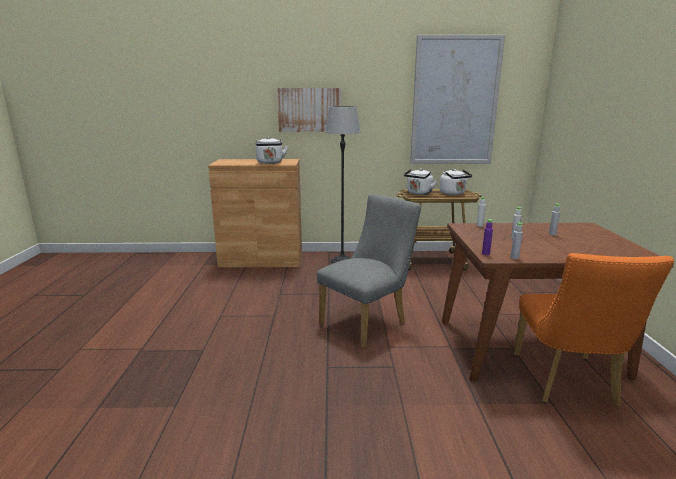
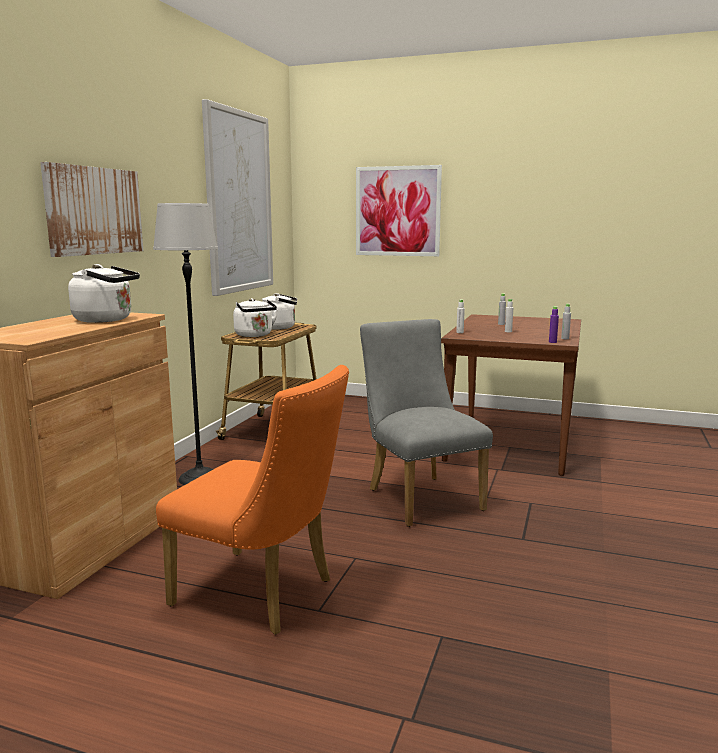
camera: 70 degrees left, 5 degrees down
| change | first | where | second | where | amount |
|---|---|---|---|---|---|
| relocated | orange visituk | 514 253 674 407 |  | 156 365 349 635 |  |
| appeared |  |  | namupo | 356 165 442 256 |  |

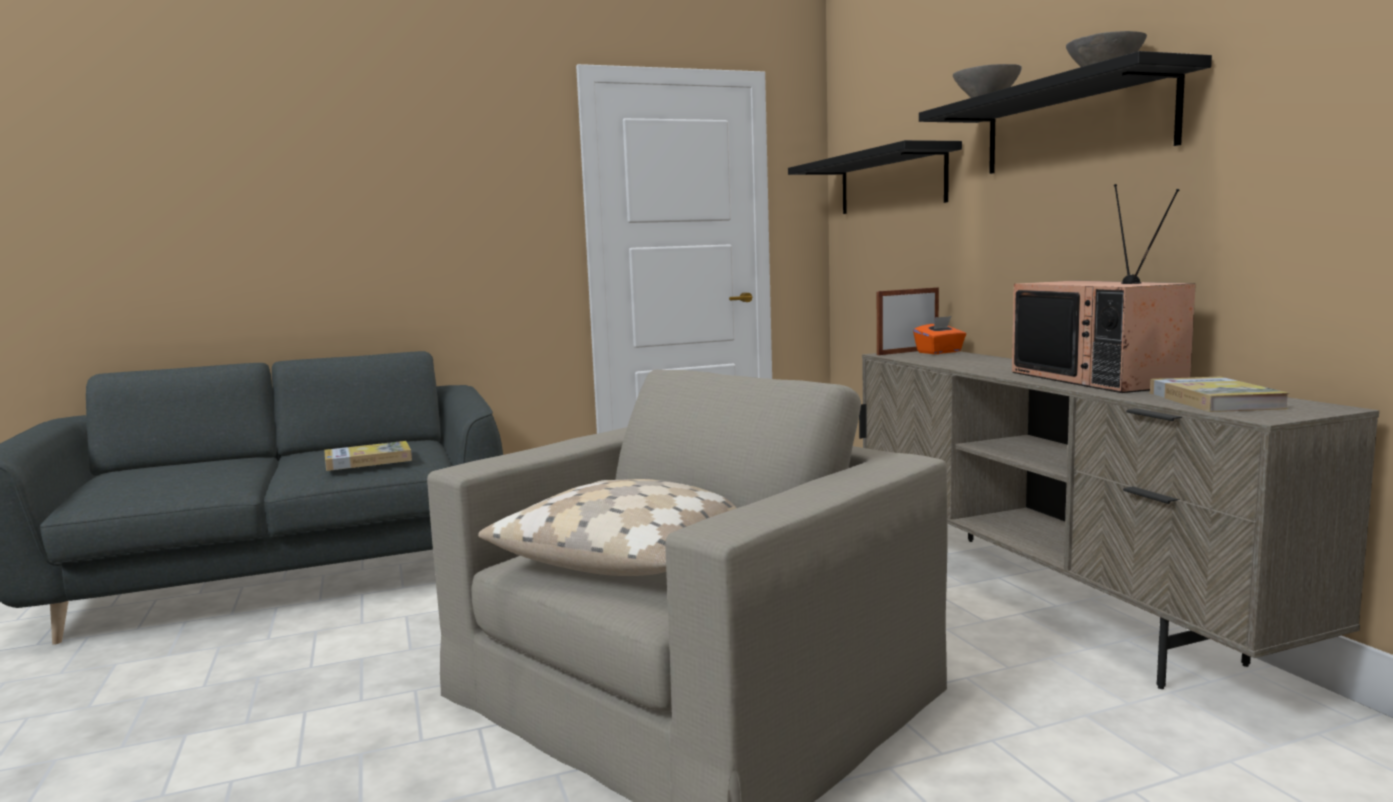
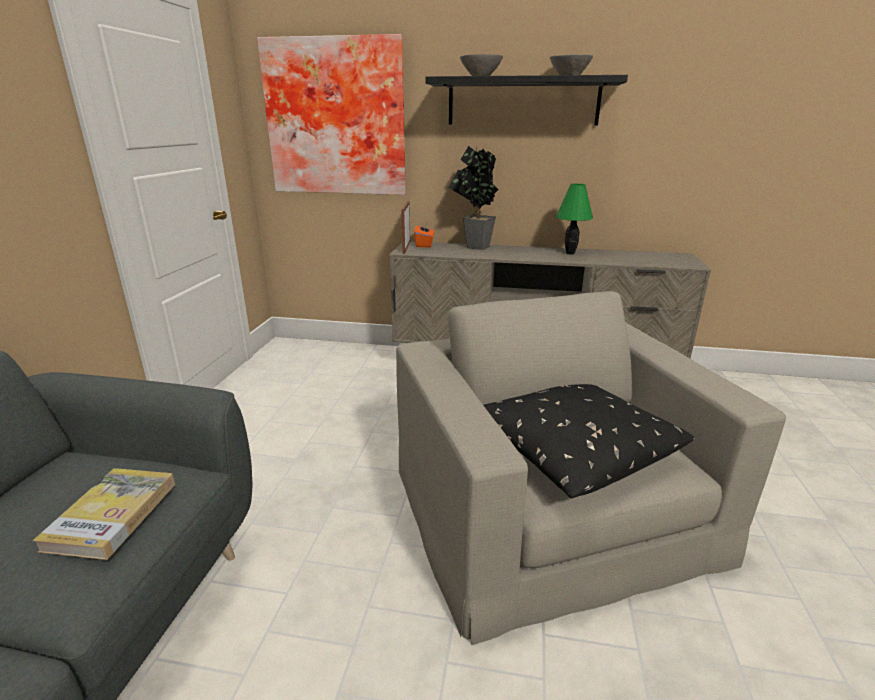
camera: 60 degrees left, 15 degrees up
| change | first | where | second | where | amount |
|---|---|---|---|---|---|
| exchanged | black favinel | 788 140 962 214 | namupo | 257 34 406 195 |  |
| appeared |  |  | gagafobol | 449 146 499 250 |  |
| colour | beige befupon | 478 479 736 576 | black befupon | 484 384 694 498 |  |
| exchanged | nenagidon | 1012 184 1196 393 | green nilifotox | 556 184 593 255 |  |
| missing | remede | 1150 377 1289 412 |  |  |  |

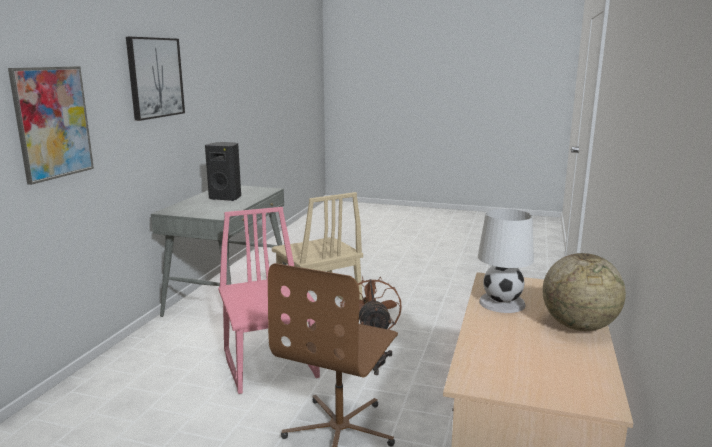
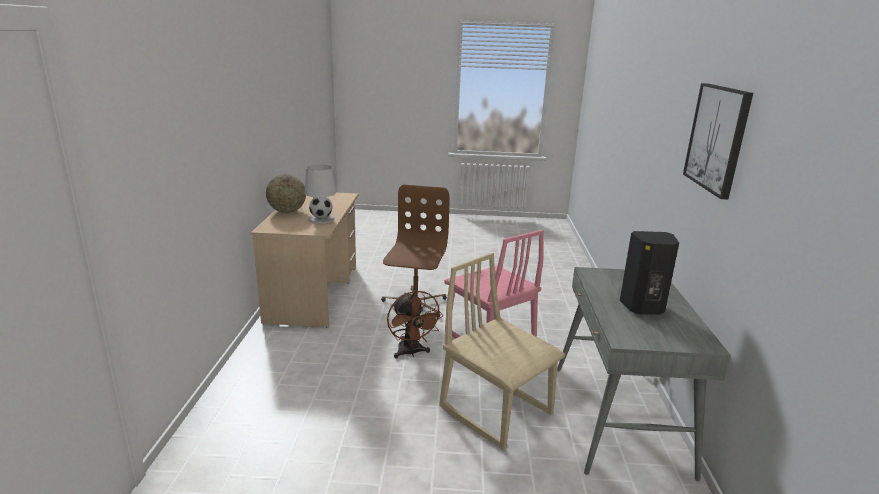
camera: 165 degrees right, 5 degrees up
| change | first | where | second | where | amount |
|---|---|---|---|---|---|
| missing | namupo | 8 66 94 185 |  |  |  |

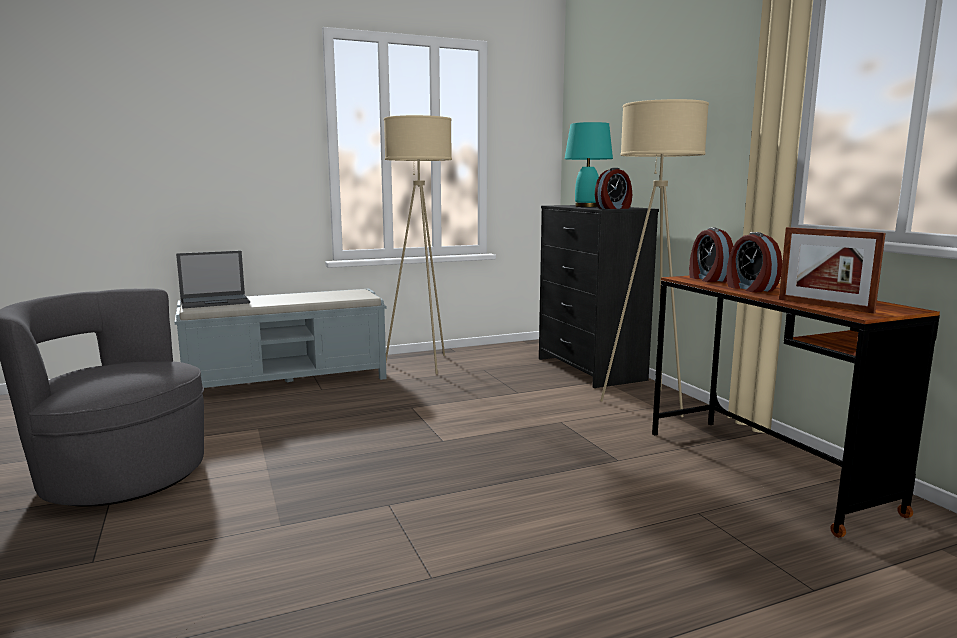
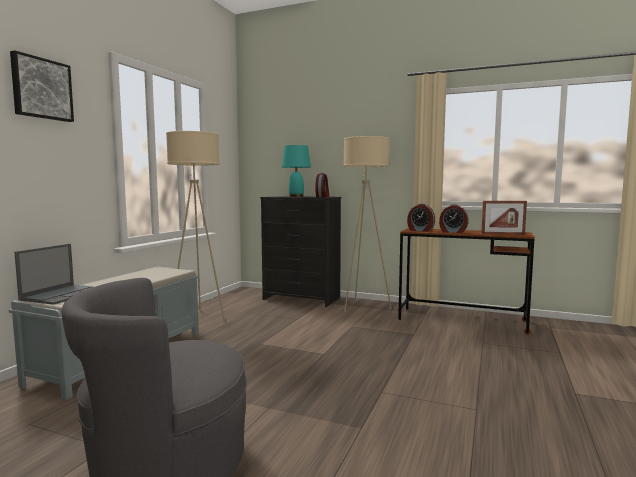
camera: 45 degrees left, 5 degrees down
| change | first | where | second | where | amount |
|---|---|---|---|---|---|
| appeared |  |  | namupo | 10 50 74 122 |  |

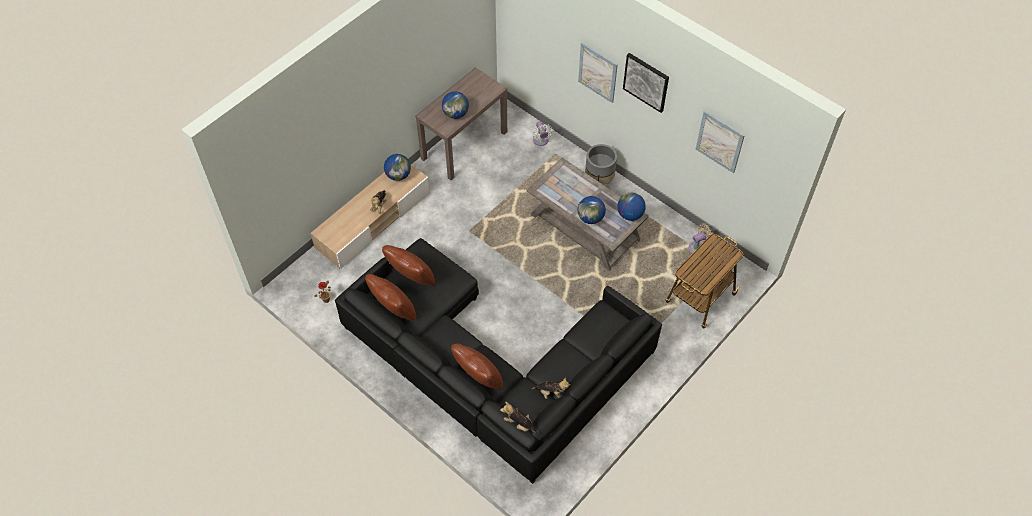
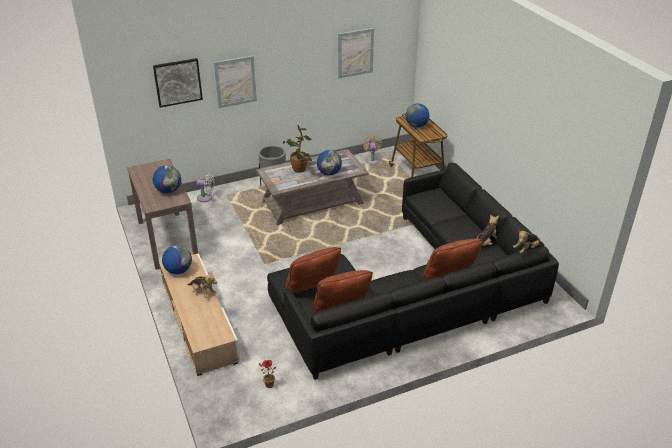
camera: 65 degrees left, 20 degrees down
| change | first | where | second | where | amount |
|---|---|---|---|---|---|
| relocated | namupo | 623 53 669 113 |  | 153 58 203 108 |  |
| appeared |  |  | gagafobol | 283 125 312 173 |  |
| relocated | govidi | 617 193 646 221 |  | 405 103 429 128 |  |

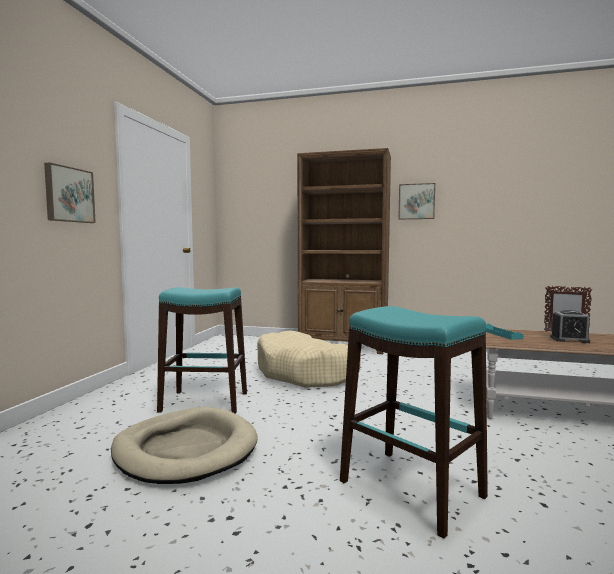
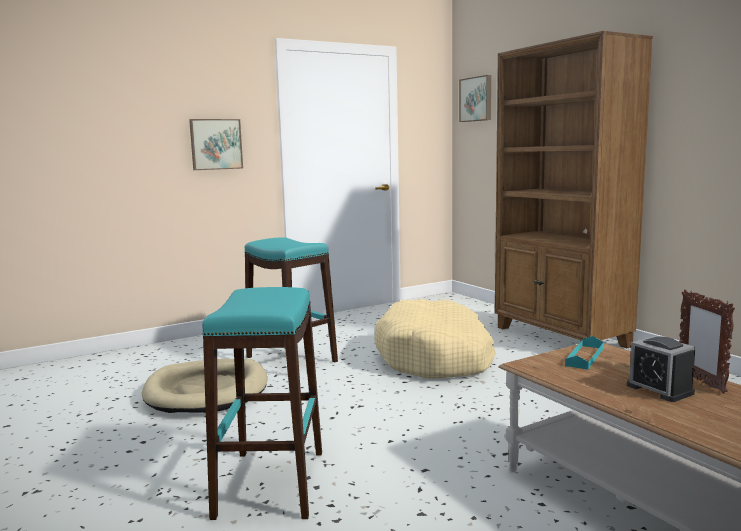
camera: 45 degrees right, 5 degrees up
| change | first | where | second | where | amount |
|---|---|---|---|---|---|
| relocated | namupo | 398 183 435 219 |  | 459 75 491 122 |  |

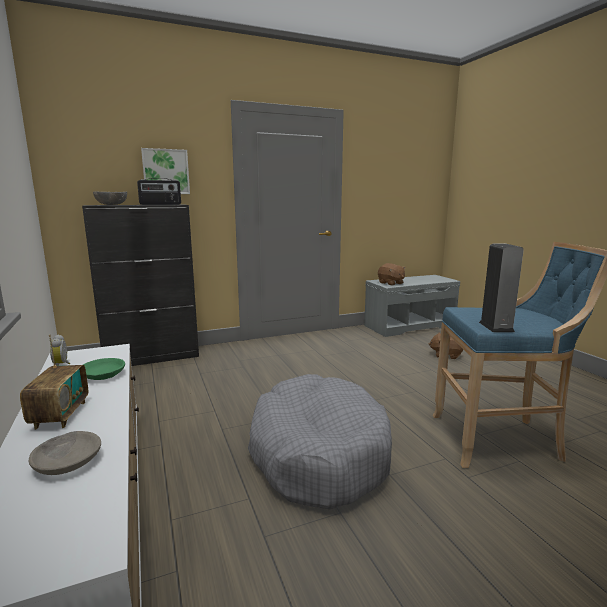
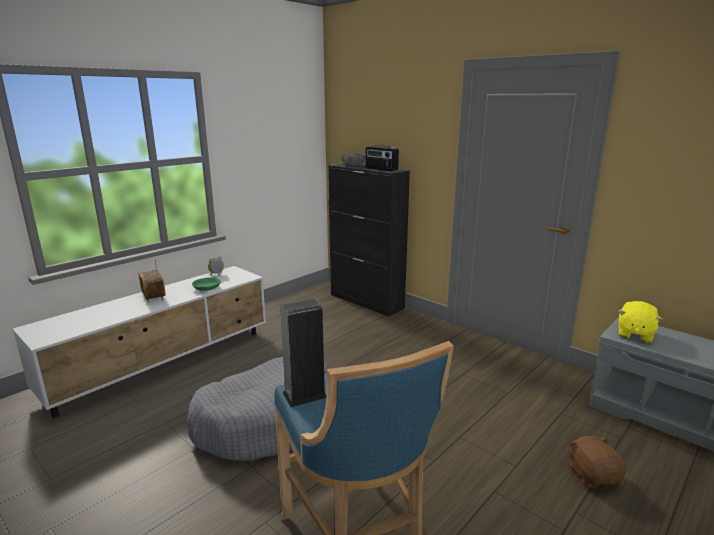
camera: 65 degrees right, 5 degrees up
| change | first | where | second | where | amount |
|---|---|---|---|---|---|
| spun | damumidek | 20 335 88 430 |  | 138 259 166 303 | 90 degrees clockwise |
| colour | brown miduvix | 378 263 406 286 | yellow miduvix | 618 301 663 343 |  |
| missing | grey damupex | 29 431 101 475 |  |  |  |
| missing | namupo | 141 148 190 194 |  |  |  |

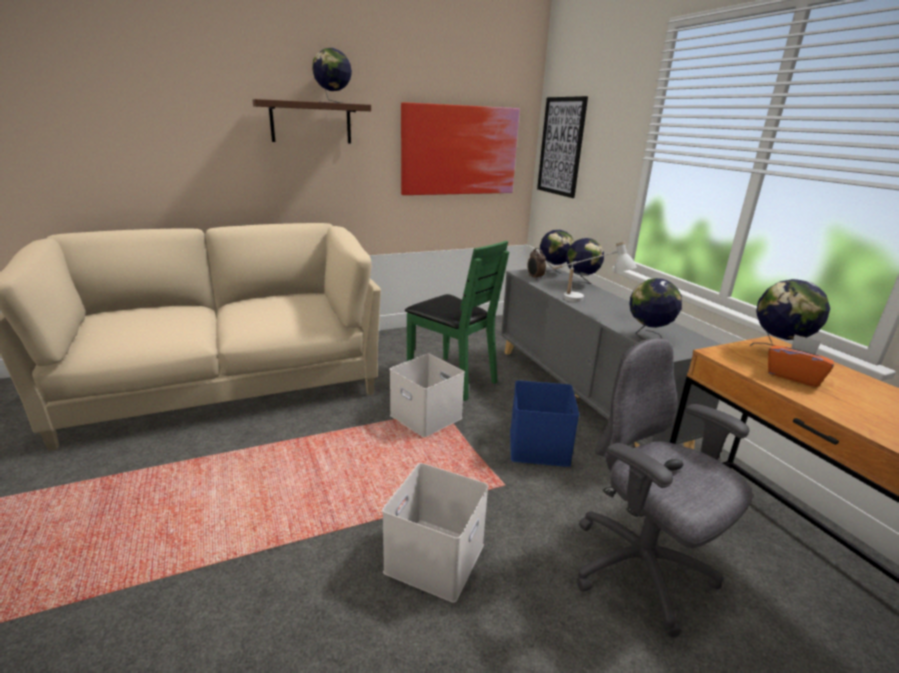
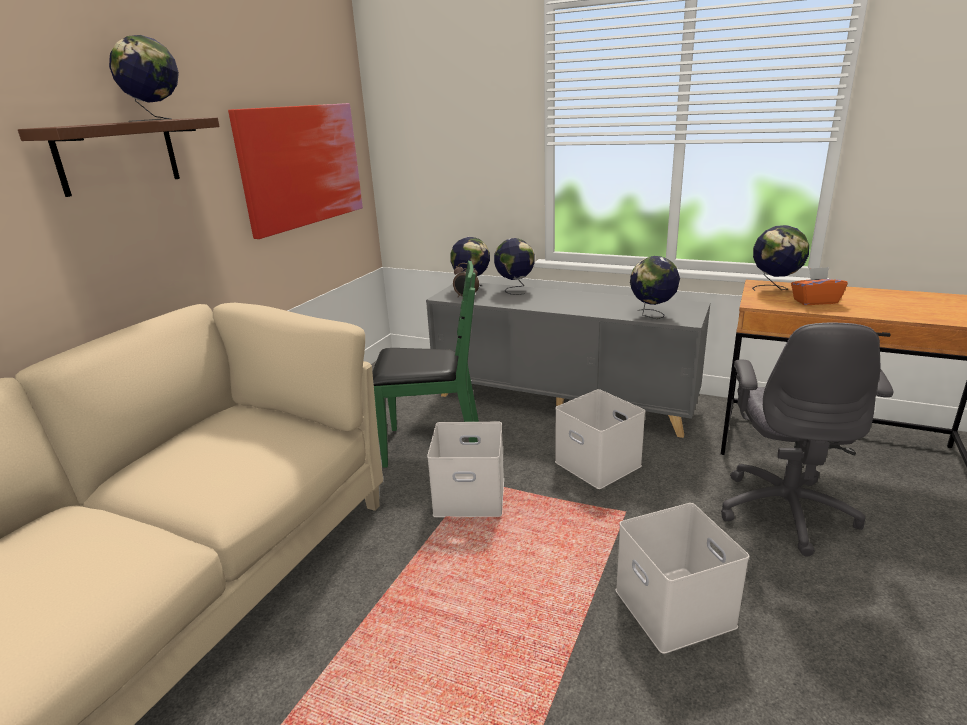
camera: 40 degrees left, 0 degrees up
| change | first | where | second | where | amount |
|---|---|---|---|---|---|
| colour | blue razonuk | 510 380 579 467 | white razonuk | 555 389 645 489 |  |
| spun | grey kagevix | 577 338 753 637 |  | 721 322 893 557 | 90 degrees counterclockwise |
| missing | namupo | 537 96 588 198 |  |  |  |
| missing | white nilifotox | 552 242 637 302 |  |  |  |

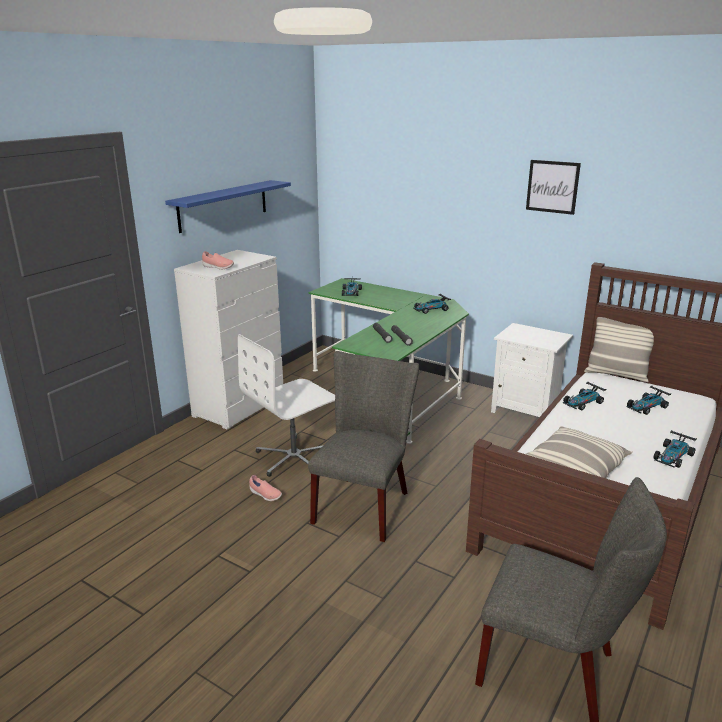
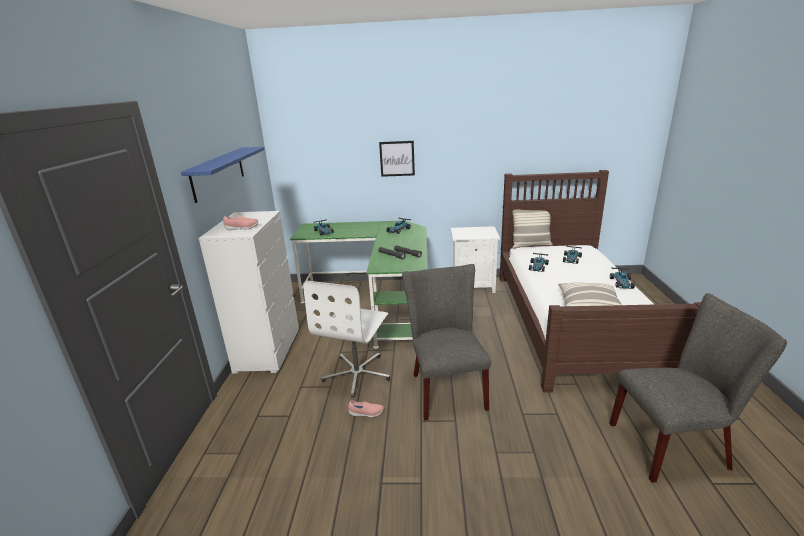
camera: 30 degrees left, 0 degrees up
| change | first | where | second | where | amount |
|---|---|---|---|---|---|
| relocated | namupo | 526 160 581 215 |  | 379 141 415 177 |  |

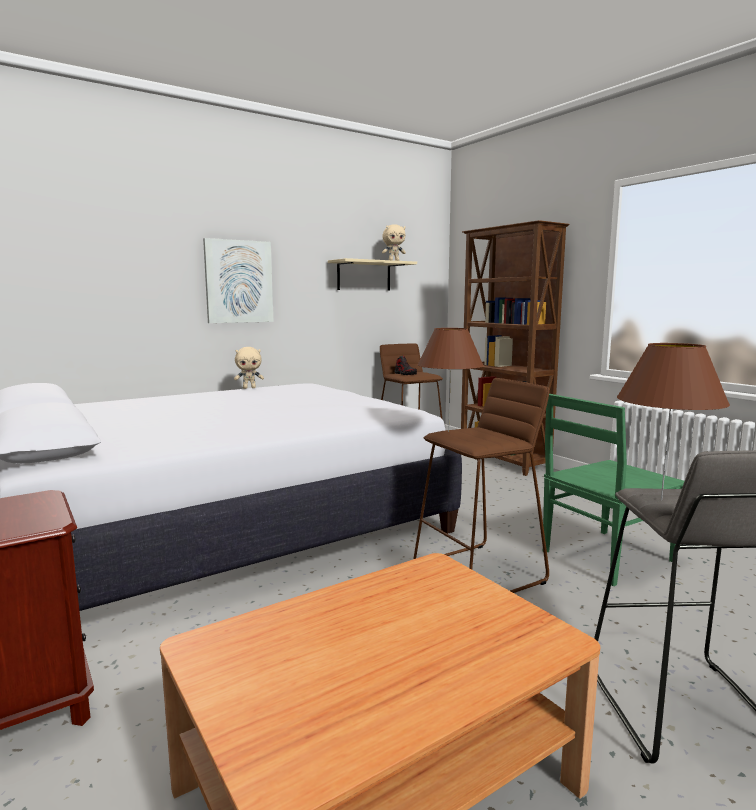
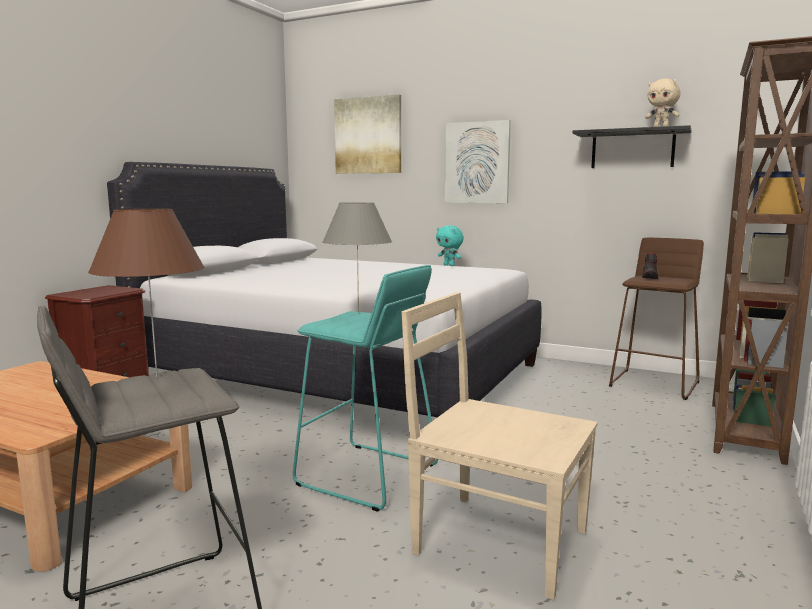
camera: 60 degrees right, 0 degrees up
| change | first | where | second | where | amount |
|---|---|---|---|---|---|
| colour | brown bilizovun | 413 378 549 593 | turquoise bilizovun | 293 265 438 512 |  |
| colour | brown nilifotox | 418 328 484 432 | grey nilifotox | 323 202 392 313 |  |
| appeared |  |  | namupo | 334 94 401 174 |  |
| colour | green visituk | 543 394 684 586 | beige visituk | 401 292 598 600 |  |
| colour | beige miduvix | 234 347 264 389 | turquoise miduvix | 436 225 464 266 |  |
| colour | beige favinel | 328 258 417 291 | black favinel | 572 125 691 168 |  |

